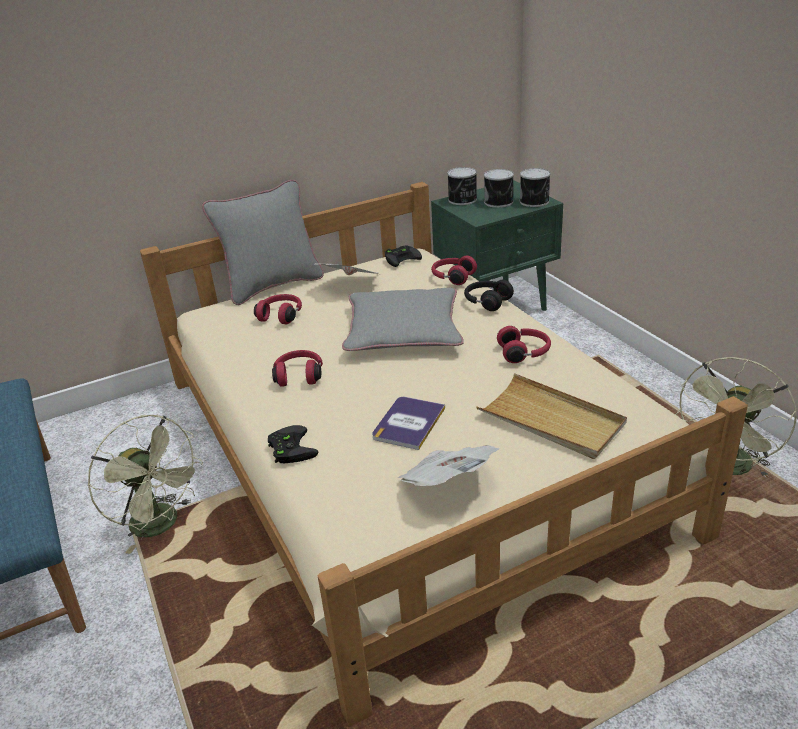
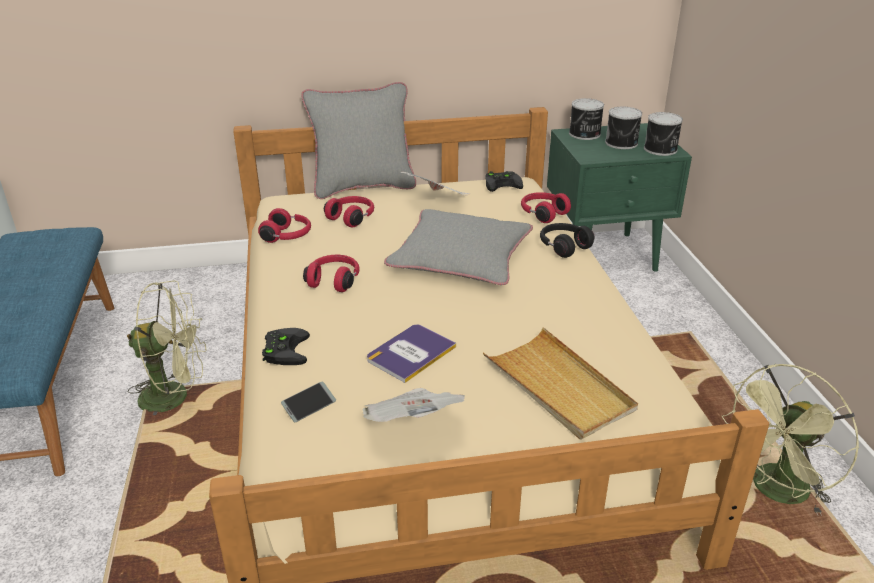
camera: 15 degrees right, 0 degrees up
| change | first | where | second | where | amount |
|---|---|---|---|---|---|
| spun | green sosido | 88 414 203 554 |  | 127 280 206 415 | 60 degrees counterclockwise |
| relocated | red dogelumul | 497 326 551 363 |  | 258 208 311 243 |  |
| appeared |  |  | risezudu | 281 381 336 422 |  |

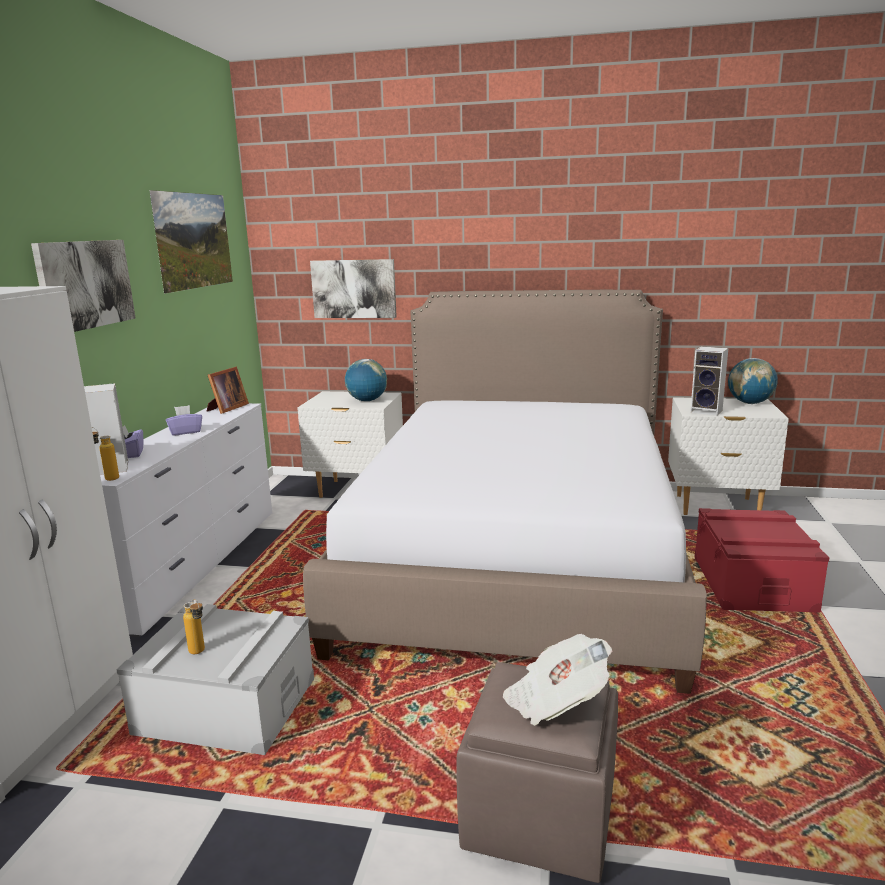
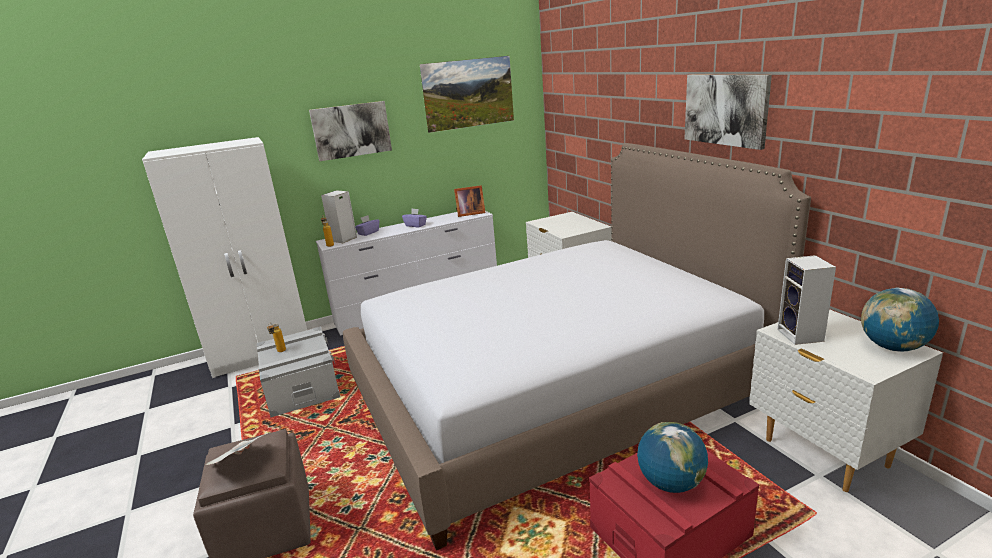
camera: 55 degrees right, 5 degrees up
| change | first | where | second | where | amount |
|---|---|---|---|---|---|
| relocated | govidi | 345 359 387 401 |  | 637 422 708 493 |  |
| relocated | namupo | 310 259 397 318 |  | 684 75 772 150 |  |

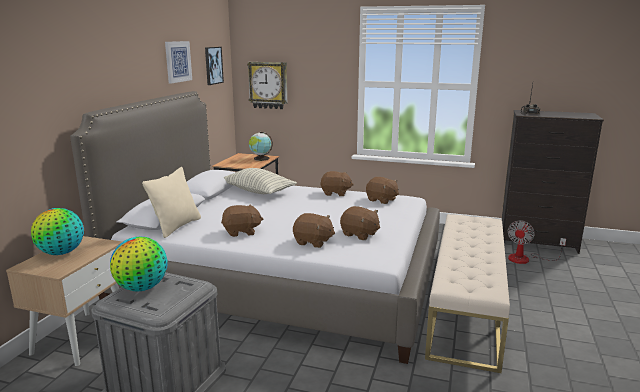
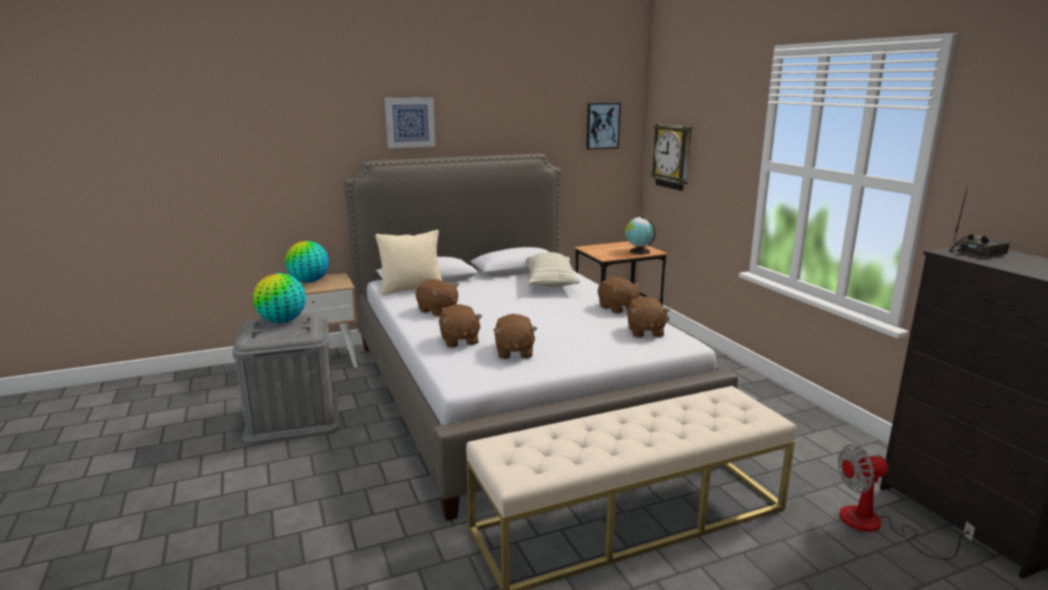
camera: 50 degrees right, 0 degrees up
| change | first | where | second | where | amount |
|---|---|---|---|---|---|
| relocated | namupo | 165 41 192 83 |  | 385 97 435 148 |  |

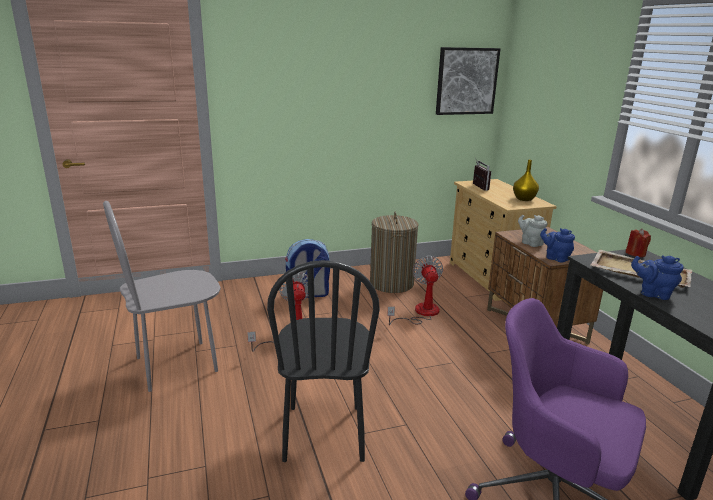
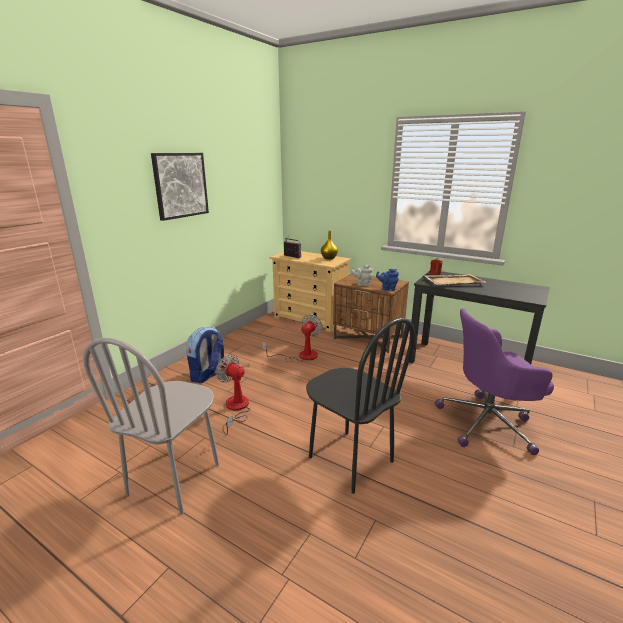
camera: 40 degrees left, 0 degrees up
| change | first | where | second | where | amount |
|---|---|---|---|---|---|
| relocated | namupo | 436 47 501 115 |  | 151 153 209 221 |  |
| spun | sosido | 387 256 443 325 |  | 262 314 323 362 | 75 degrees clockwise |
| missing | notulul | 370 212 418 293 |  |  |  |
| missing | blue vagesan | 631 255 684 300 |  |  |  |

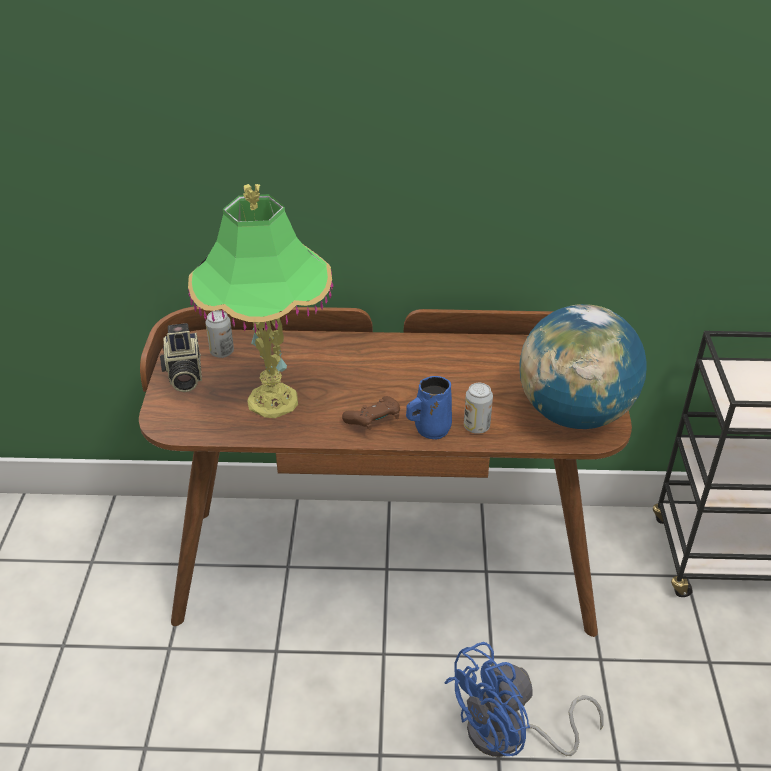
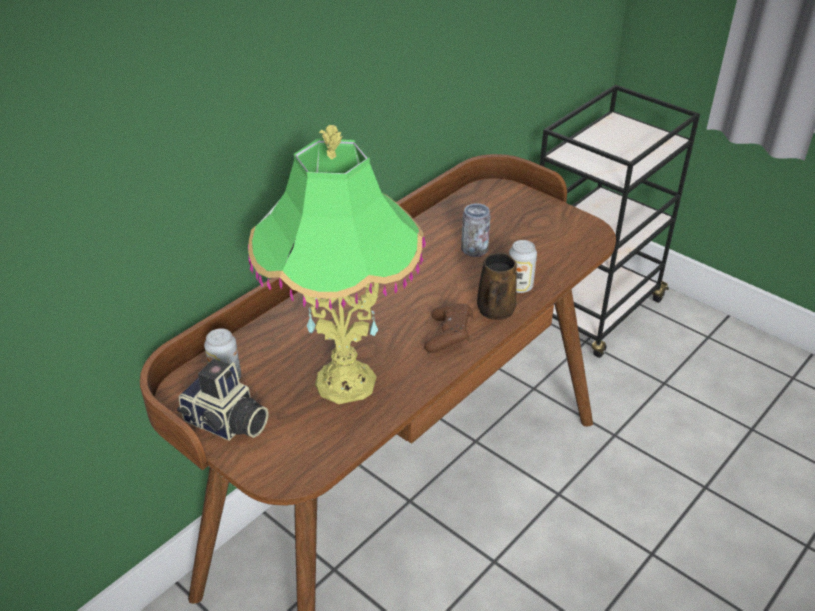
camera: 50 degrees left, 0 degrees up
| change | first | where | second | where | amount |
|---|---|---|---|---|---|
| appeared |  |  | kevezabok | 461 203 491 257 |  |
| colour | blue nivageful | 406 376 452 439 | brown nivageful | 477 253 517 320 |  |
| missing | blue sosido | 444 642 604 757 |  |  |  |
| missing | govidi | 519 304 647 429 |  |  |  |

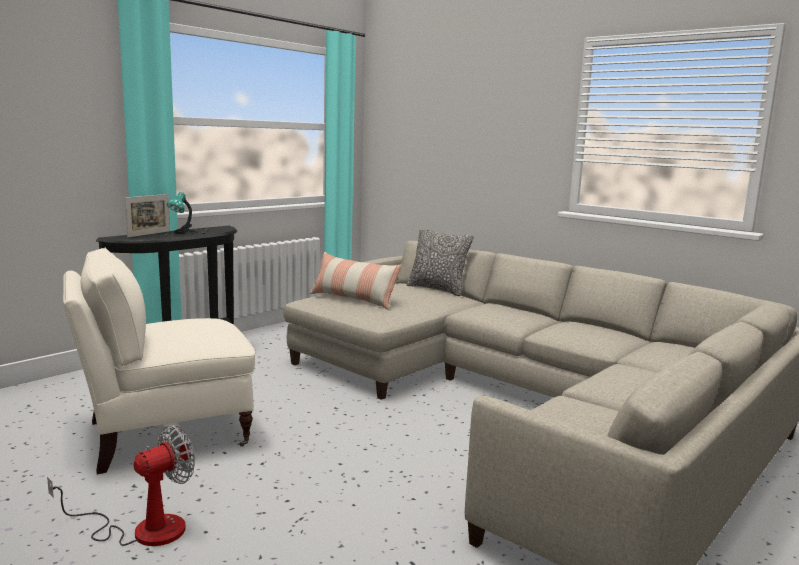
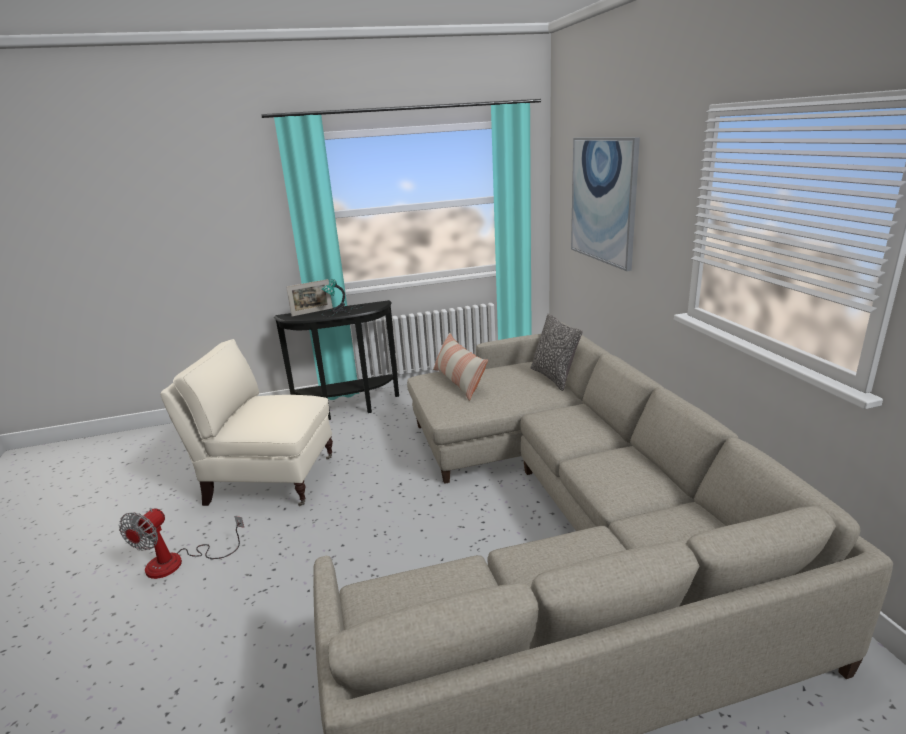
camera: 35 degrees right, 10 degrees up
| change | first | where | second | where | amount |
|---|---|---|---|---|---|
| spun | sosido | 47 425 195 546 |  | 119 508 244 579 | 120 degrees clockwise |
| appeared |  |  | namupo | 571 138 640 271 |  |

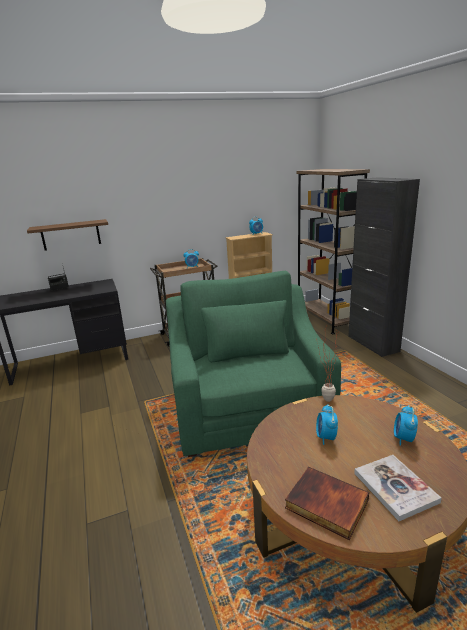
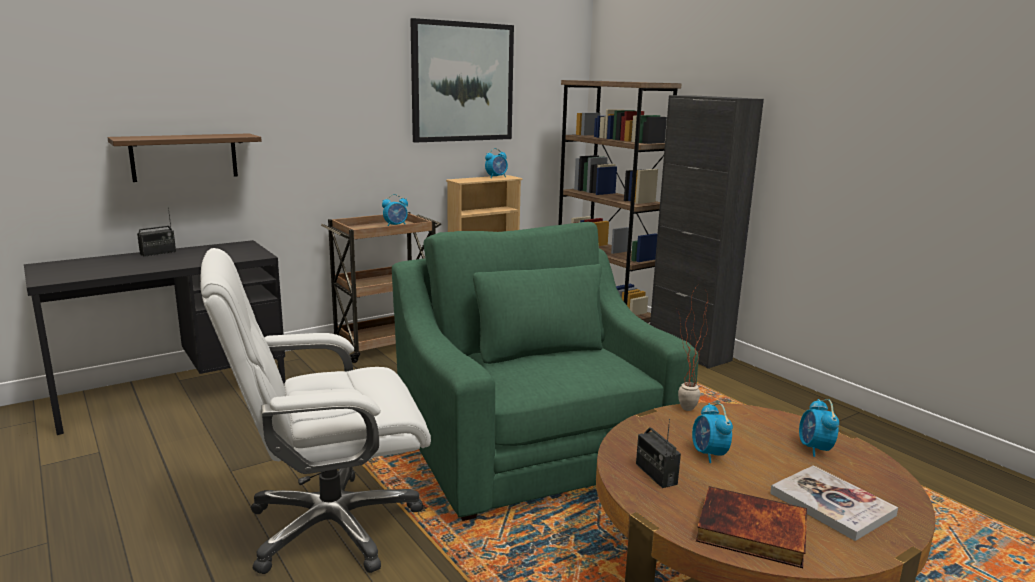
camera: 15 degrees left, 5 degrees down
| change | first | where | second | where | amount |
|---|---|---|---|---|---|
| appeared |  |  | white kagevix | 200 248 431 574 |  |
| appeared |  |  | namupo | 410 18 514 143 |  |
| appeared |  |  | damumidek | 636 419 681 488 |  |

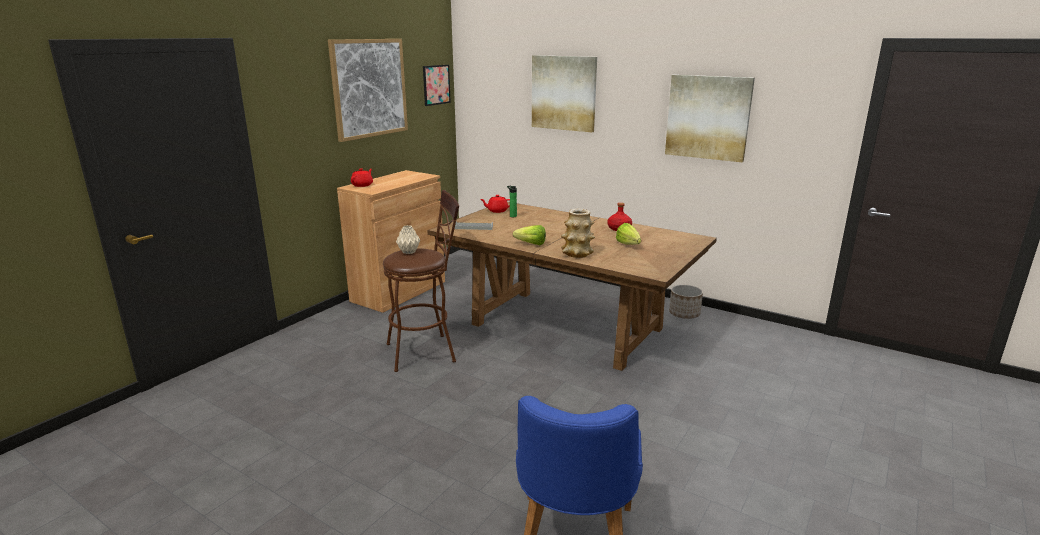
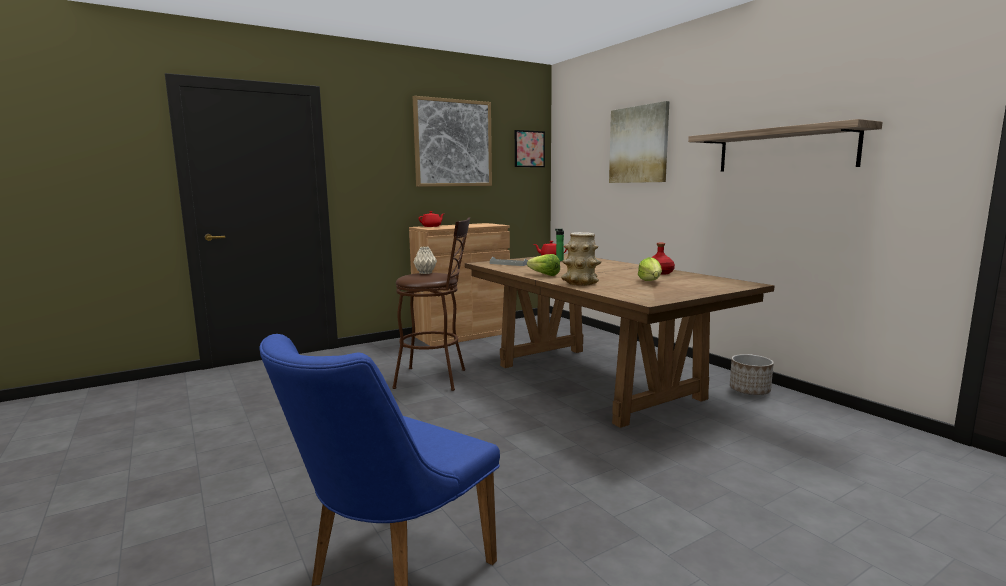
camera: 25 degrees right, 10 degrees down
| change | first | where | second | where | amount |
|---|---|---|---|---|---|
| exchanged | namupo | 665 75 755 162 | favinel | 688 119 883 172 |  |

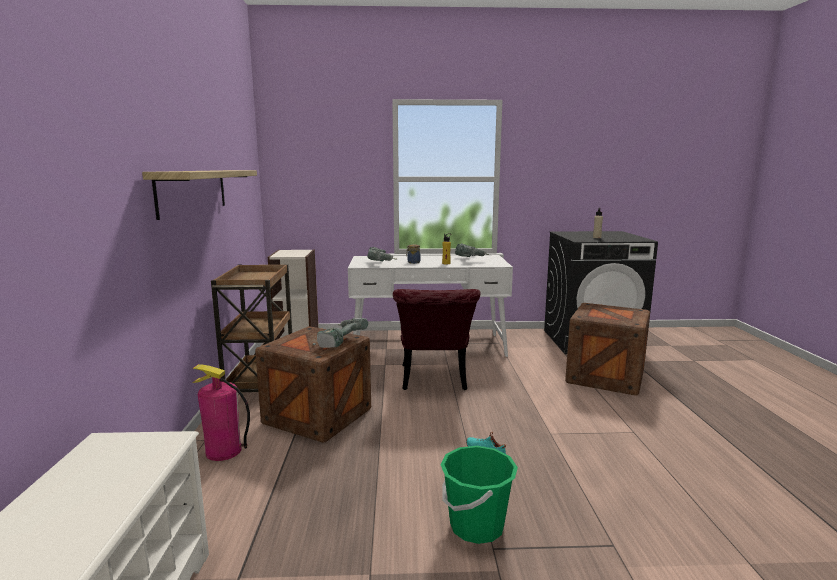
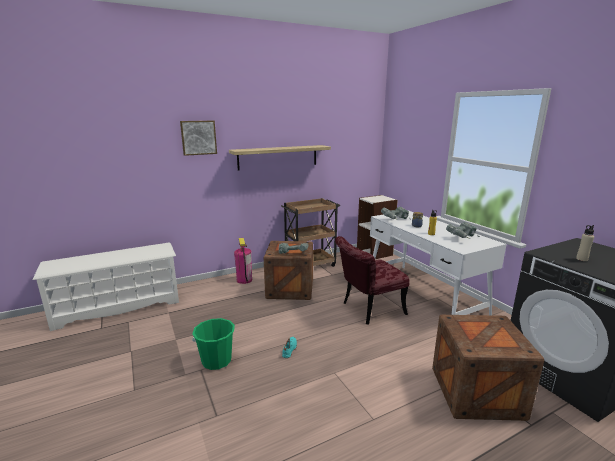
camera: 65 degrees right, 5 degrees up
| change | first | where | second | where | amount |
|---|---|---|---|---|---|
| appeared |  |  | namupo | 180 121 217 156 |  |

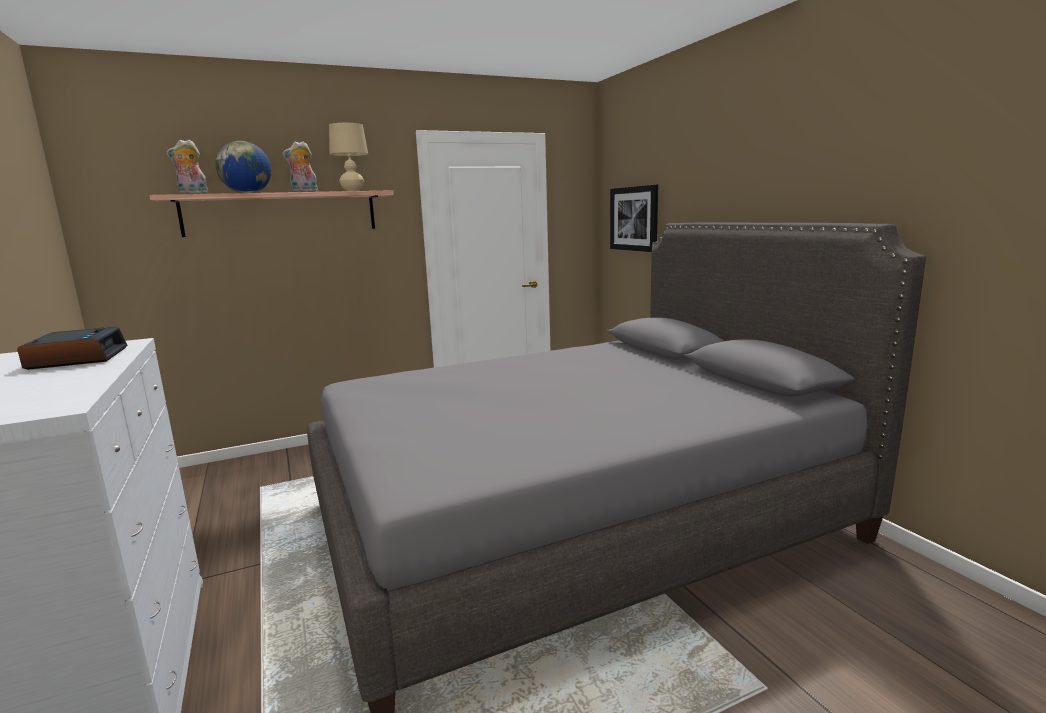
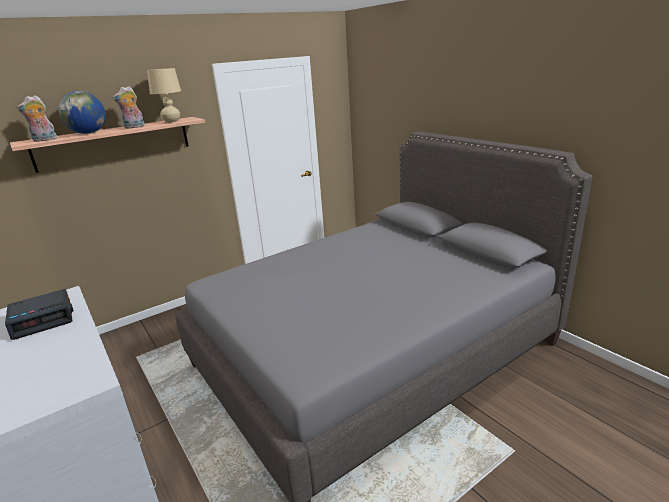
camera: 10 degrees left, 10 degrees up
| change | first | where | second | where | amount |
|---|---|---|---|---|---|
| spun | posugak | 17 327 127 370 |  | 5 289 74 340 | 90 degrees clockwise |
| missing | namupo | 610 184 658 252 |  |  |  |

